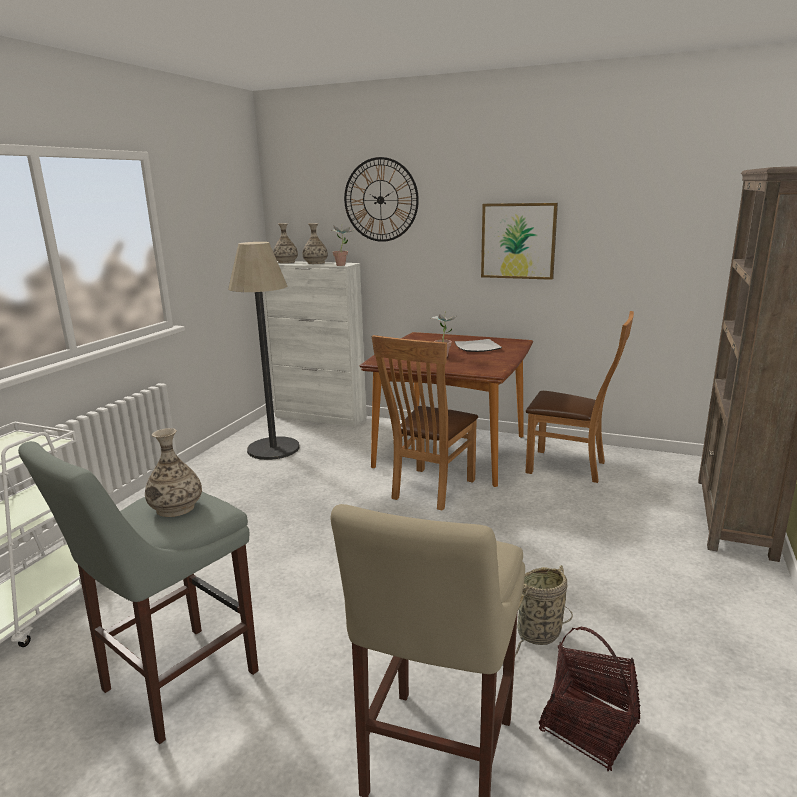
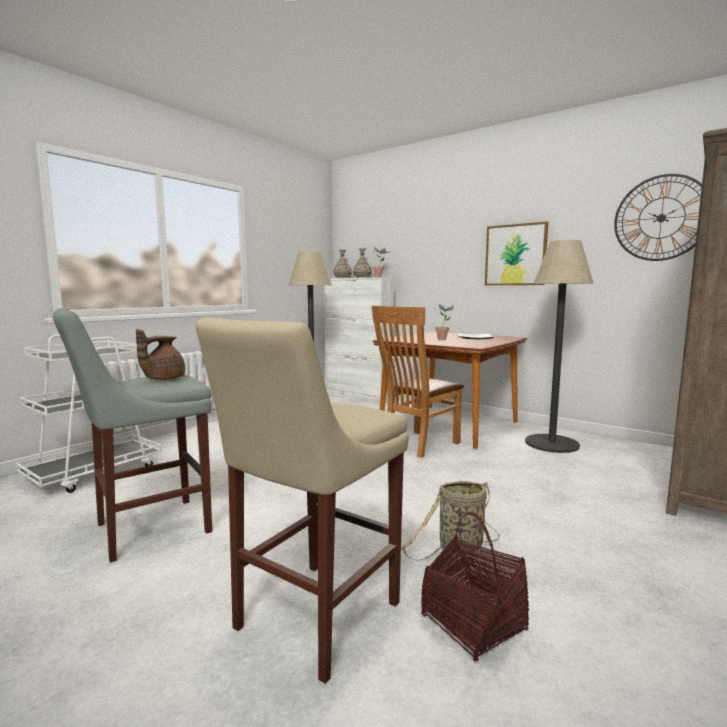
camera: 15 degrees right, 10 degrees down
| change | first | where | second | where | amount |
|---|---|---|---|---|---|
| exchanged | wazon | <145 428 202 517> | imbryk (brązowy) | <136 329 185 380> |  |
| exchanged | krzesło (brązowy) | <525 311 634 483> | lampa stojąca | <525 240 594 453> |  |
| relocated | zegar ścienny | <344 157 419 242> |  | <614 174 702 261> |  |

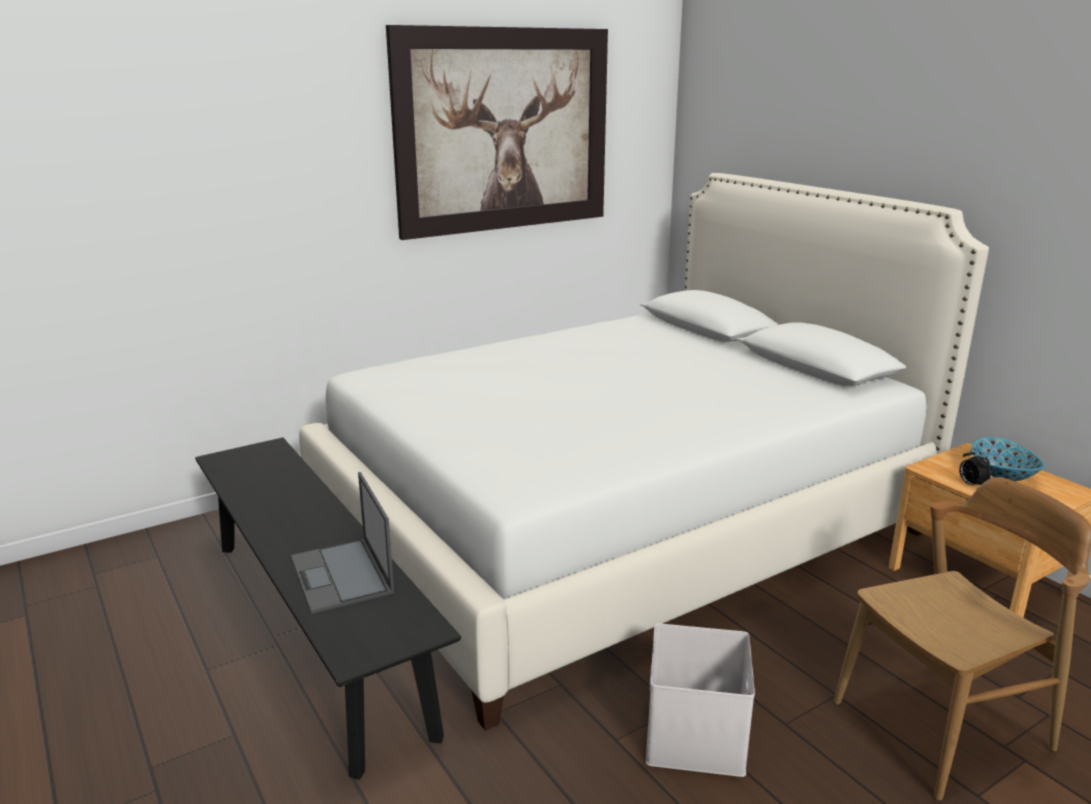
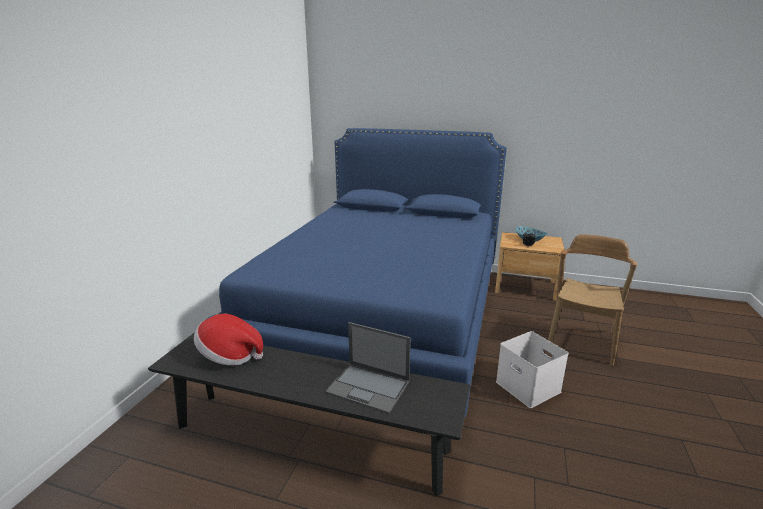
camera: 40 degrees left, 0 degrees up
| change | first | where | second | where | amount |
|---|---|---|---|---|---|
| appeared |  |  | kapelusz | <194 314 263 365> |  |
| colour | łóżko (biały) | <299 173 989 731> | łóżko (niebieski) | <207 128 507 418> |  |
| missing | obraz | <386 25 608 240> |  |  |  |

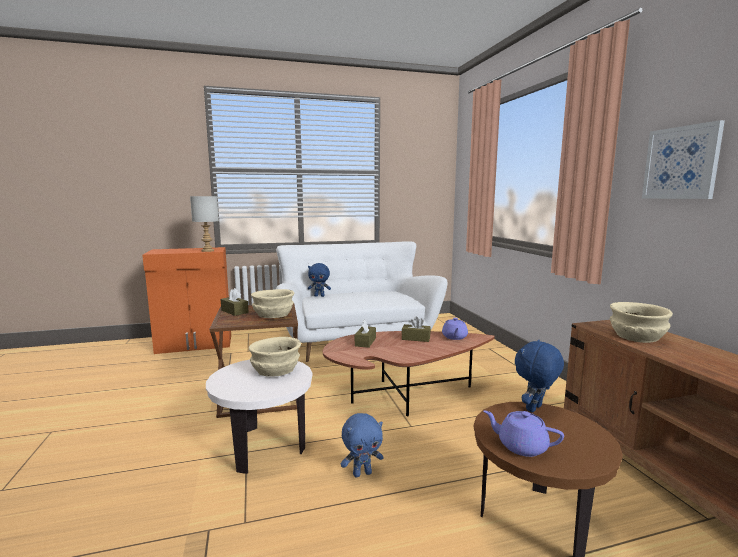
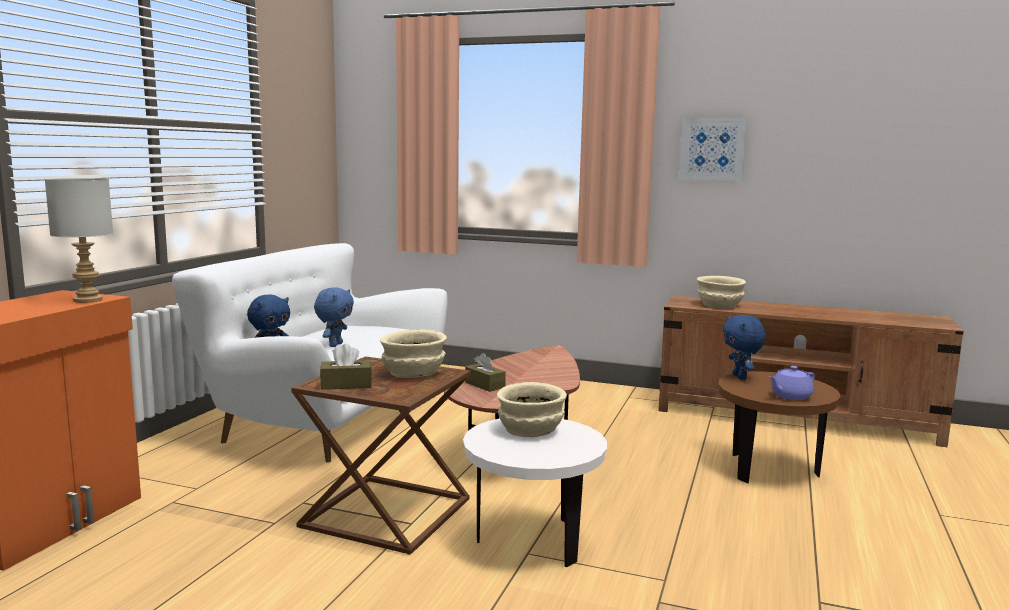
camera: 55 degrees left, 0 degrees up
| change | first | where | second | where | amount |
|---|---|---|---|---|---|
| relocated | pluszak (niebieski) | <341 413 383 477> |  | <314 287 354 347> |  |
| missing | pudełko chusteczek (brązowy) | <402 316 431 342> |  |  |  |
| missing | imbryk (fioletowy) | <442 318 468 340> |  |  |  |

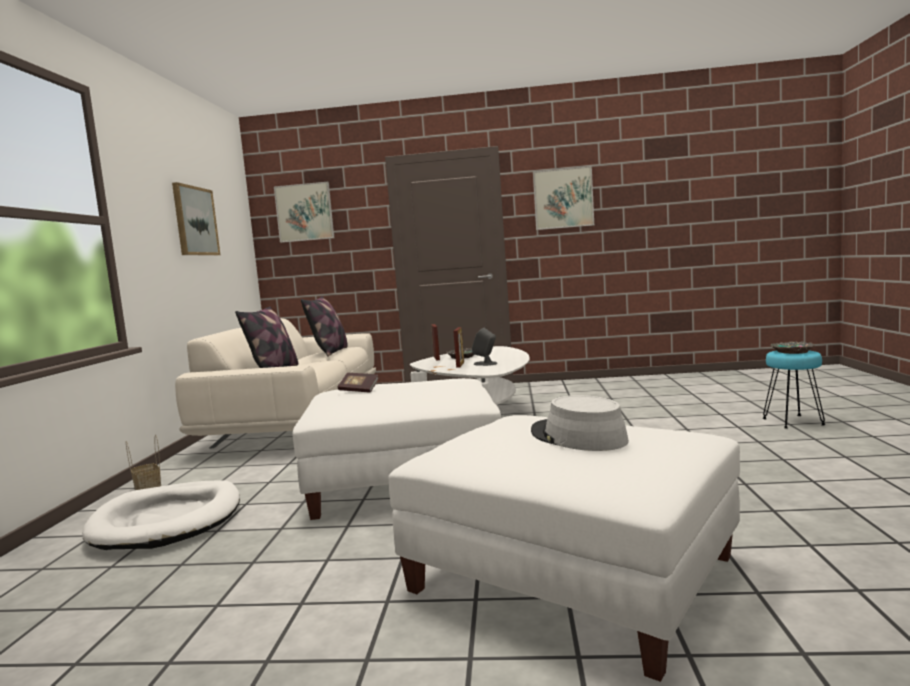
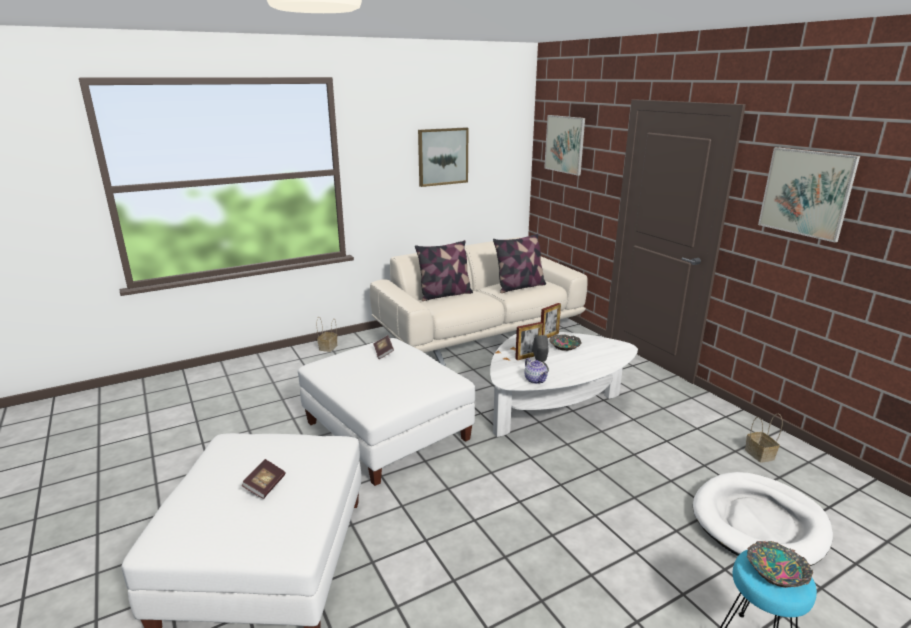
camera: 55 degrees right, 15 degrees up
| change | first | where | second | where | amount |
|---|---|---|---|---|---|
| exchanged | kapelusz (szary) | <531 395 629 451> | książka | <241 459 285 499> |  |
| appeared |  |  | imbryk | <524 358 548 384> |  |
| relocated | legowisko (biały) | <82 480 240 550> |  | <693 472 833 566> |  |
| appeared |  |  | koszyk | <745 414 782 463> |  |

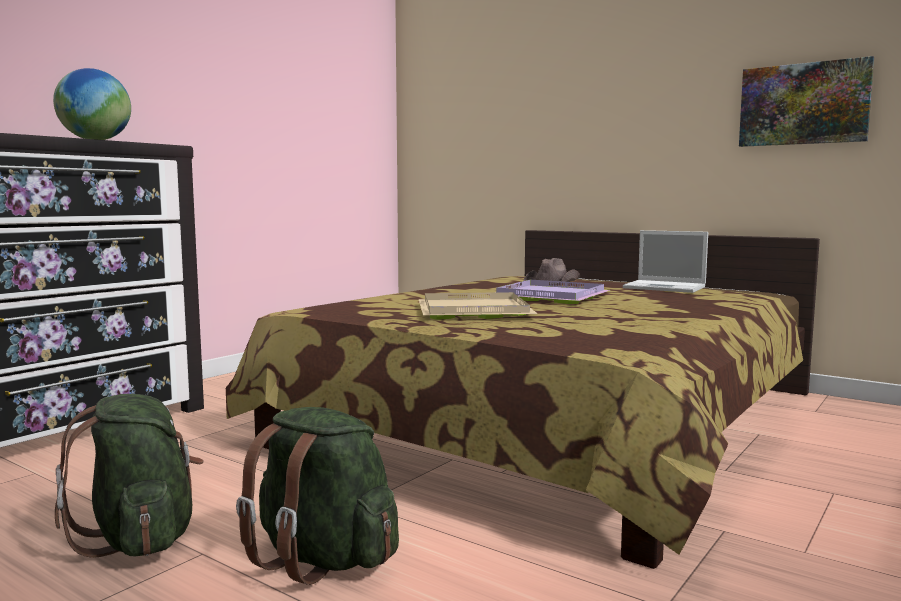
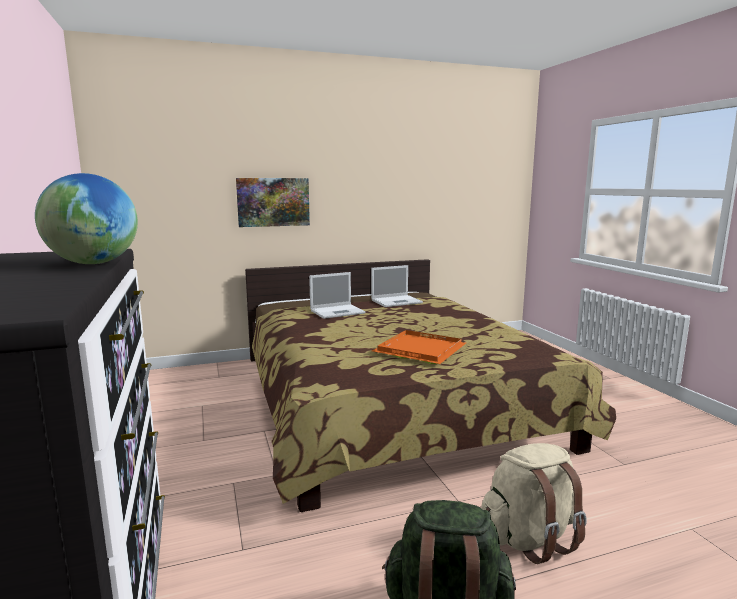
camera: 55 degrees left, 5 degrees up
| change | first | where | second | where | amount |
|---|---|---|---|---|---|
| relocated | obraz | <739 56 874 147> |  | <236 178 310 227> |  |
| exchanged | kapelusz (brązowy) | <523 258 580 285> | laptop | <309 272 366 319> |  |
| colour | taca (beżowy) | <419 292 538 320> | taca (pomarańczowy) | <372 330 466 364> |  |
| colour | plecak (zielony) | <236 407 399 585> | plecak (beżowy) | <481 443 587 564> |  |
| missing | taca (fioletowy) | <495 280 610 304> |  |  |  |

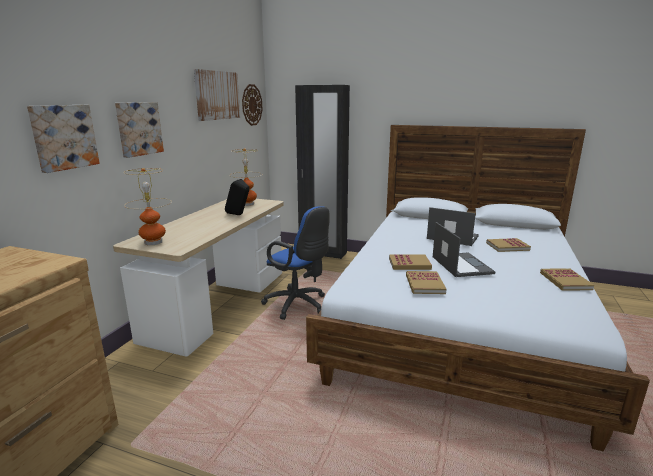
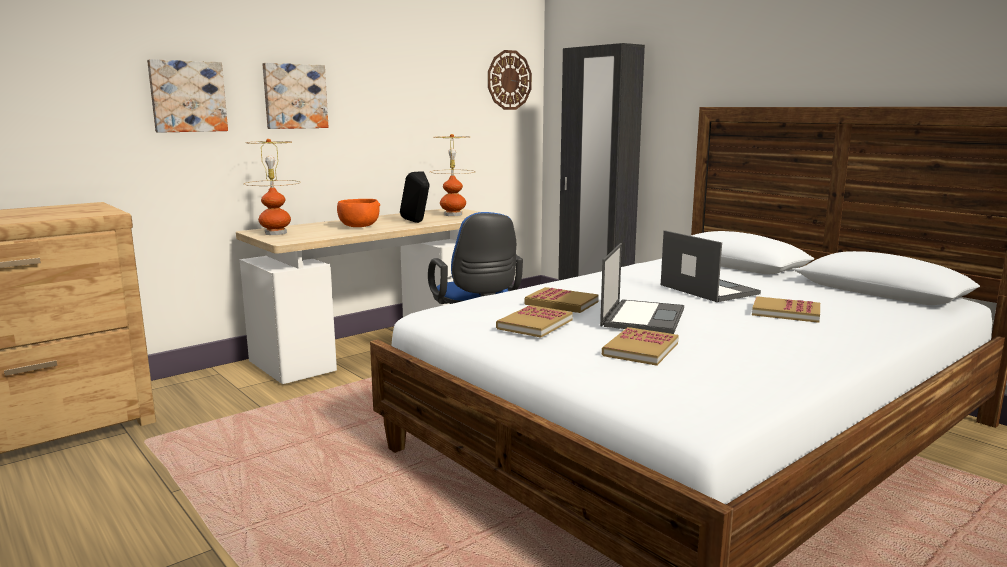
camera: 30 degrees right, 5 degrees down
| change | first | where | second | where | amount |
|---|---|---|---|---|---|
| appeared |  |  | miska (pomarańczowy) | <337 199 380 227> |  |
| relocated | książka | <540 268 594 291> |  | <602 327 679 366> |  |
| missing | obraz | <194 69 240 121> |  |  |  |

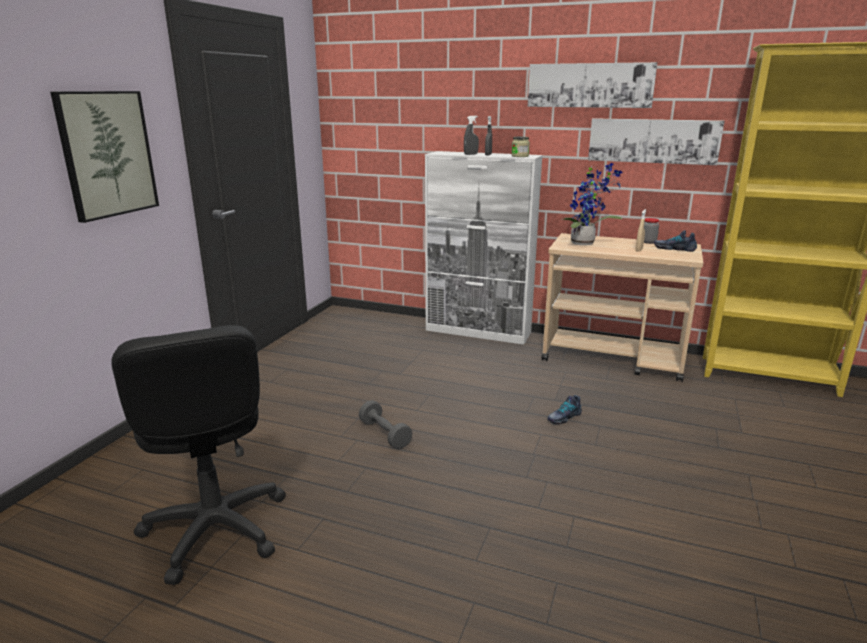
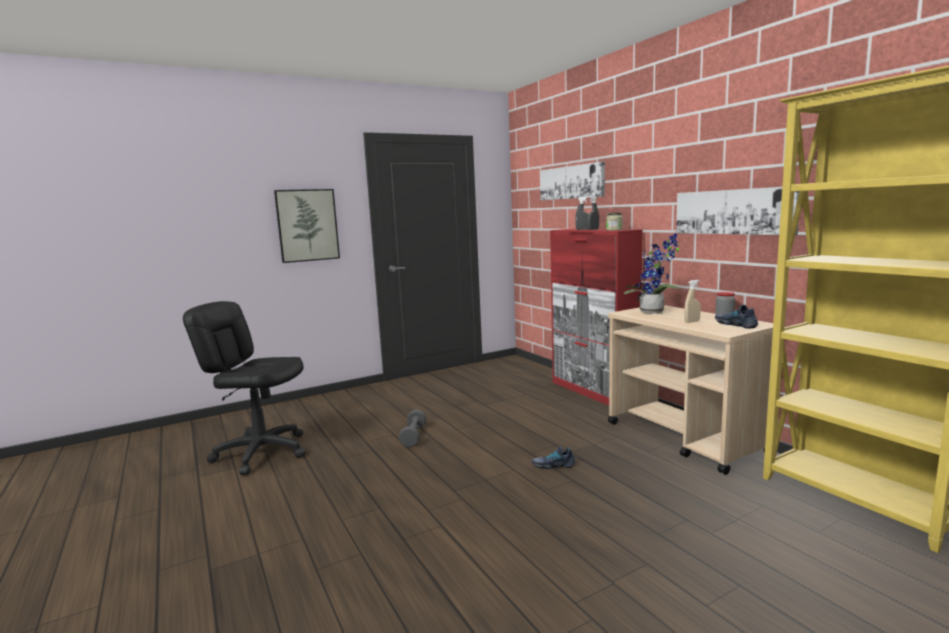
camera: 40 degrees right, 10 degrees down
| change | first | where | second | where | amount |
|---|---|---|---|---|---|
| spun | krzesło biurowe (czarny) | <111 325 286 585> |  | <183 301 306 475> | 90 degrees clockwise |
| relocated | obraz | <528 62 657 108> |  | <540 162 605 200> |  |
| colour | szafka (biały) | <425 151 542 345> | szafka (czerwony) | <550 229 643 406> |  |

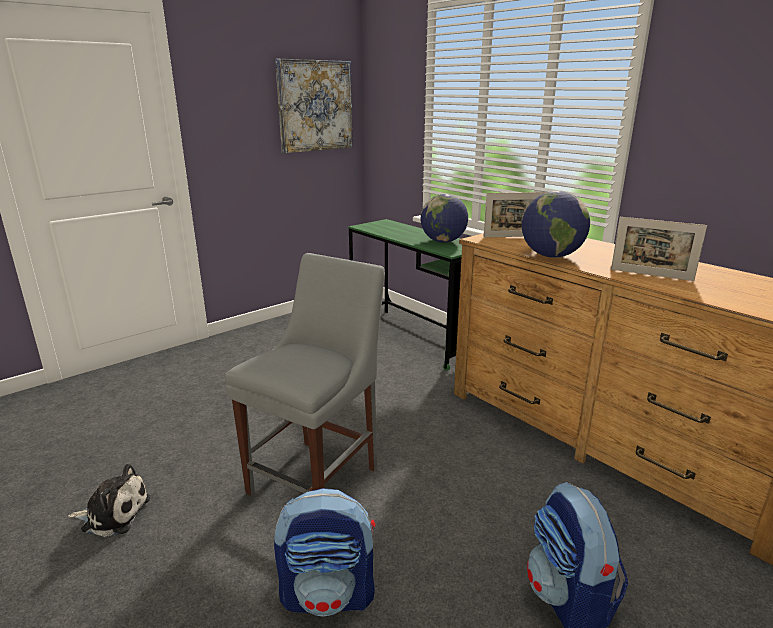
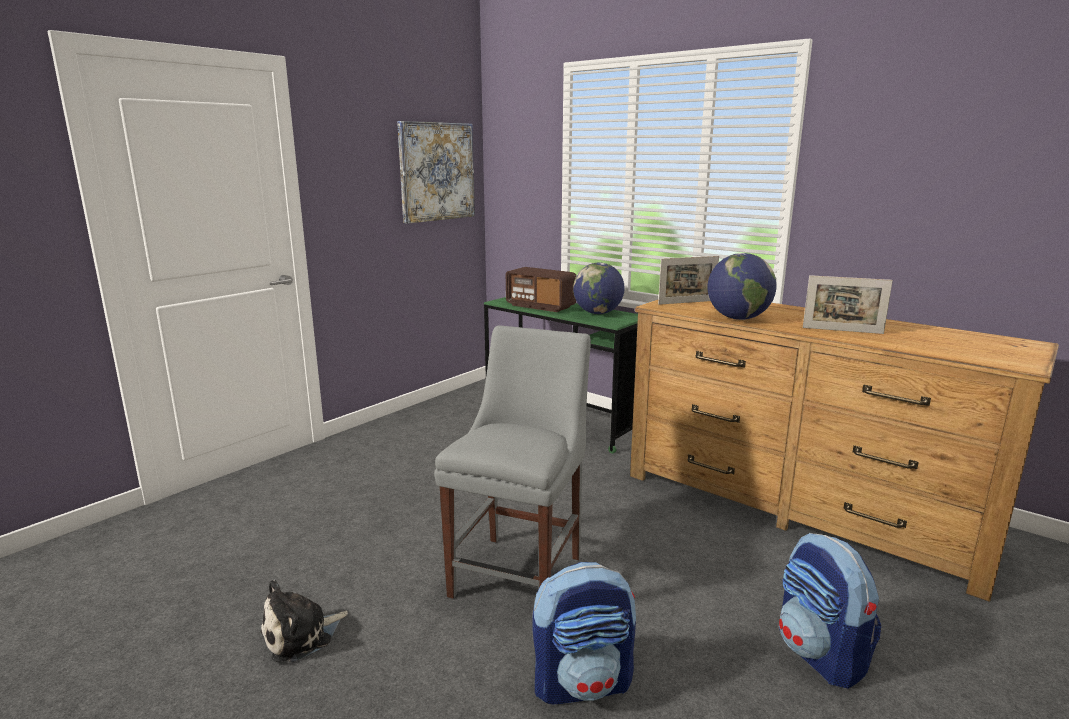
camera: 10 degrees left, 5 degrees down
| change | first | where | second | where | amount |
|---|---|---|---|---|---|
| spun | pluszak | <68 464 150 537> |  | <260 579 348 662> | 150 degrees clockwise |
| appeared |  |  | radio | <506 267 576 312> |  |

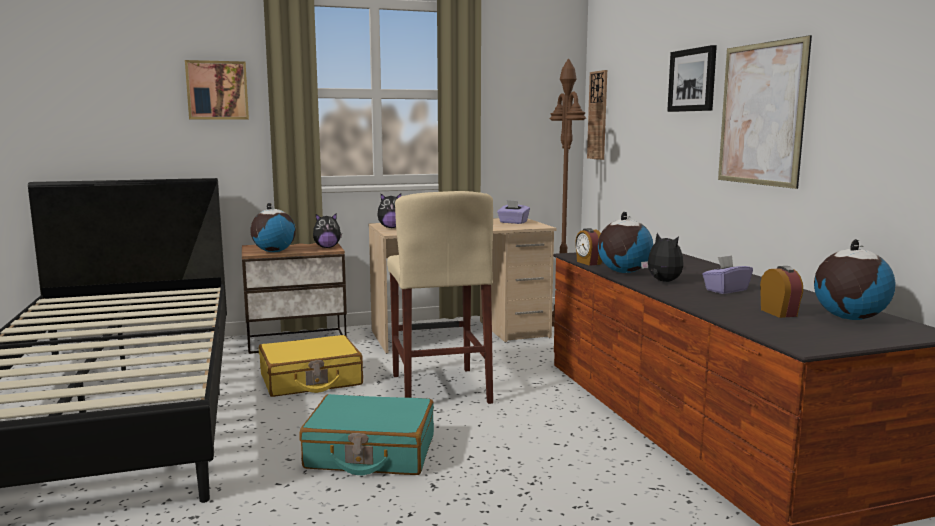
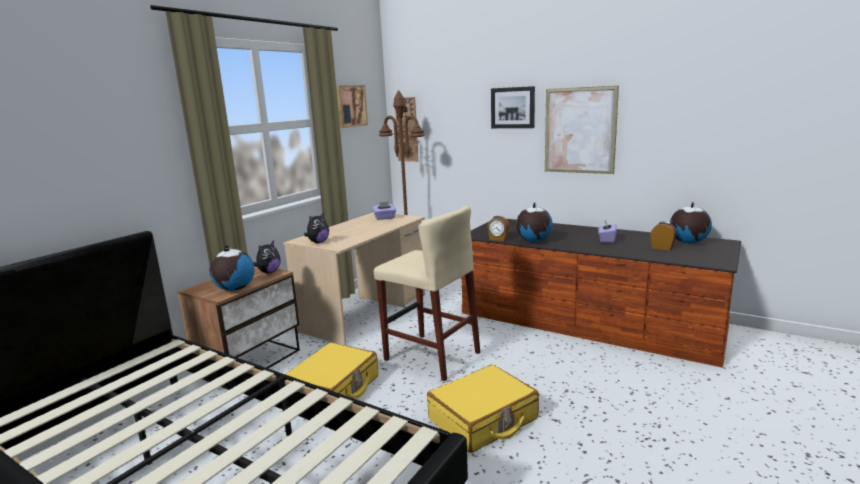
camera: 40 degrees left, 5 degrees up
| change | first | where | second | where | amount |
|---|---|---|---|---|---|
| relocated | obraz | <185 60 249 120> |  | <336 85 368 128> |  |
| colour | walizka (turkusowy) | <299 394 434 475> | walizka (żółty) | <427 365 539 453> |  |
| missing | pluszak | <641 233 684 282> |  |  |  |

